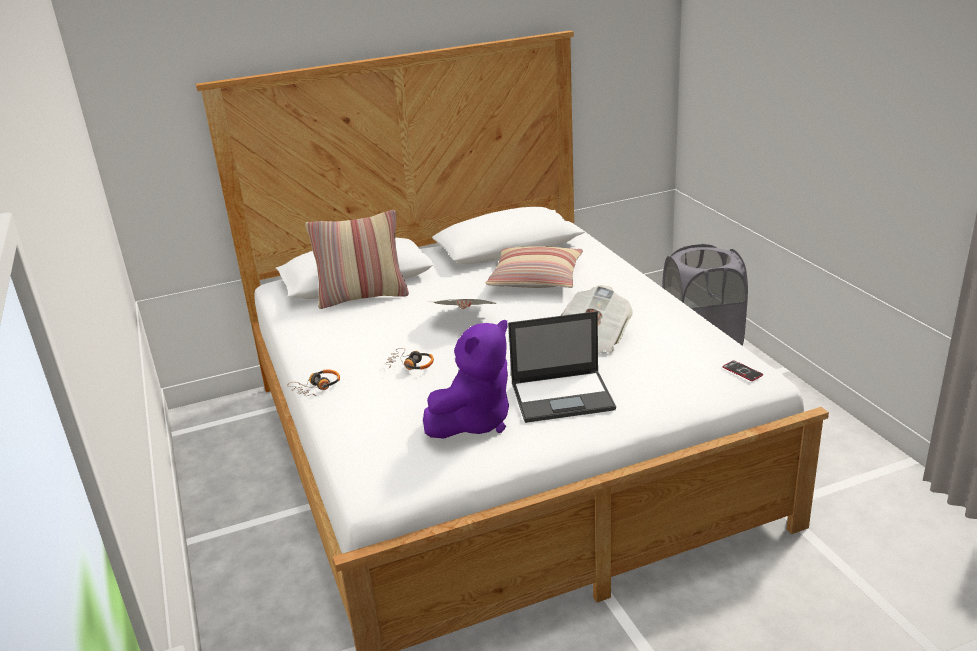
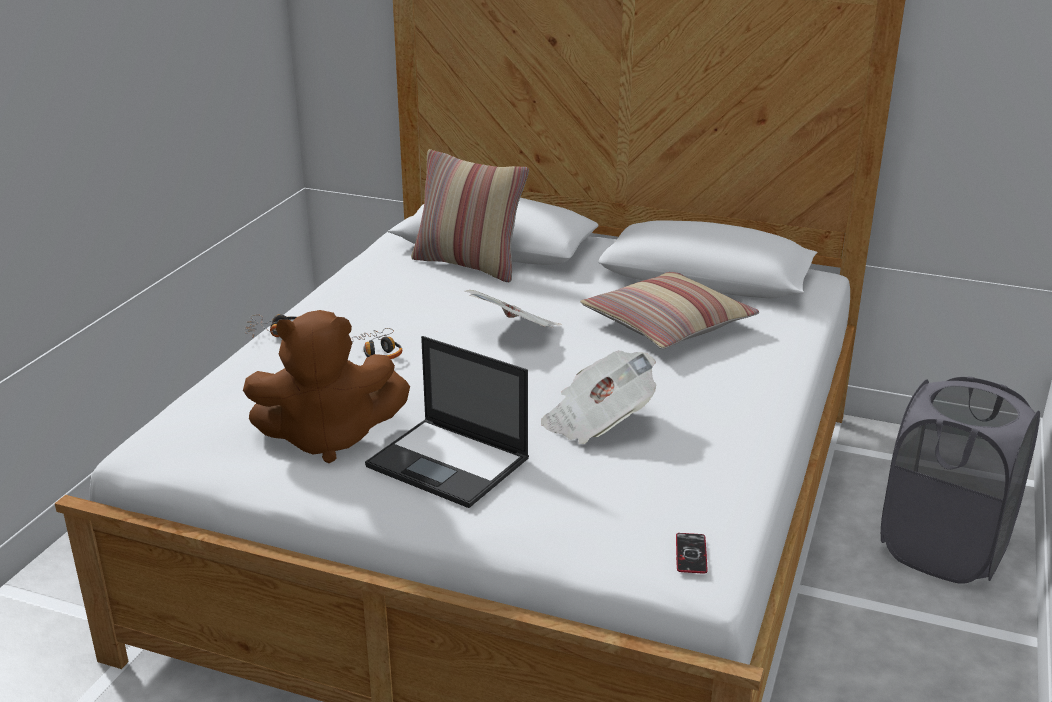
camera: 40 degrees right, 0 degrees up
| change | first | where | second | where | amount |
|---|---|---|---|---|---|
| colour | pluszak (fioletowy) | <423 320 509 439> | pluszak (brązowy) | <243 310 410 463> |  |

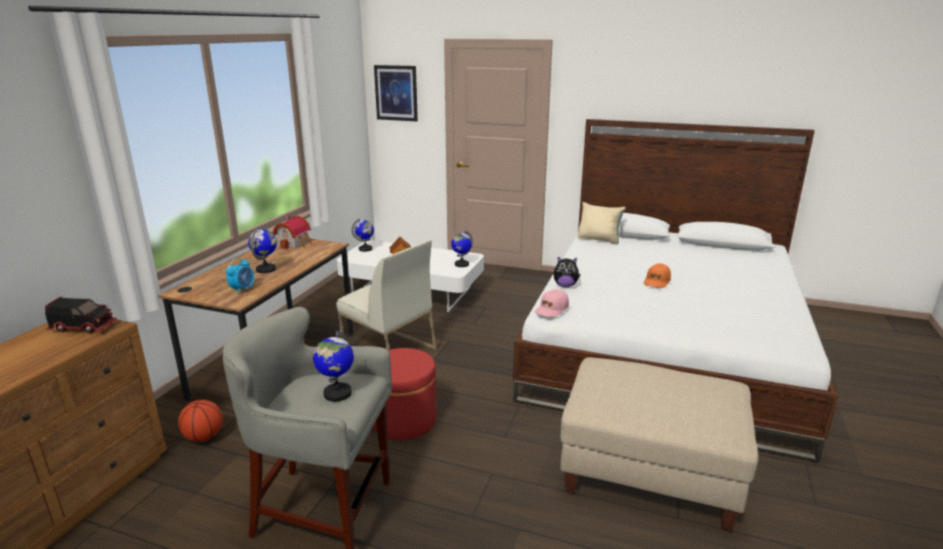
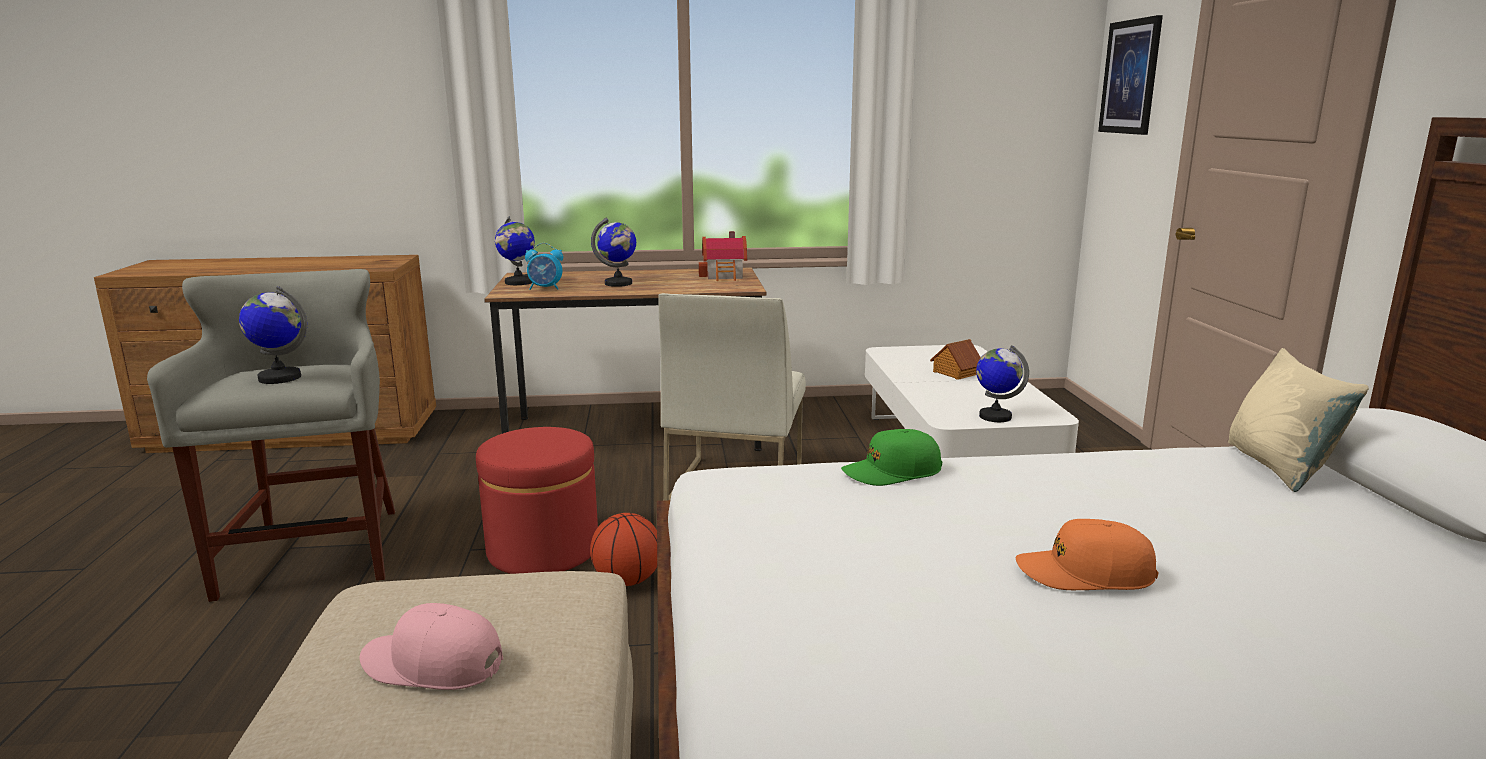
camera: 65 degrees right, 5 degrees down
| change | first | where | second | where | amount |
|---|---|---|---|---|---|
| relocated | czapka z daszkiem (różowy) | <535 289 569 317> |  | <359 603 503 690> |  |
| relocated | globus | <351 218 374 252> |  | <495 216 535 285> |  |
| relocated | piłka do koszykówki | <178 400 223 442> |  | <590 513 657 586> |  |
| exchanged | pluszak | <553 257 581 287> | czapka z daszkiem (zielony) | <841 429 942 486> |  |
| missing | ciężarówka zabawkowa | <45 297 118 333> |  |  |  |

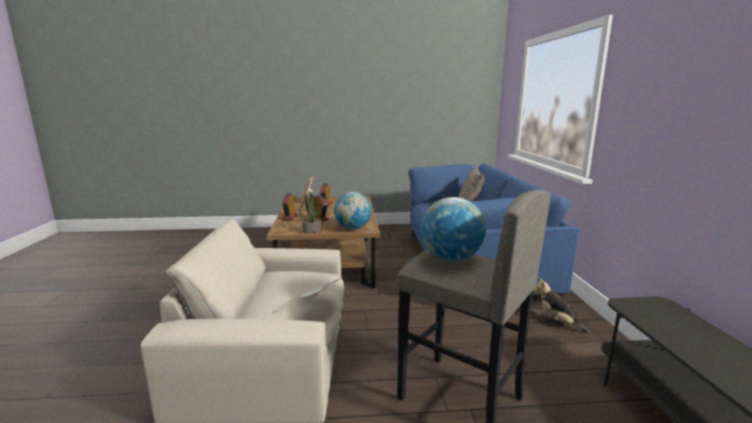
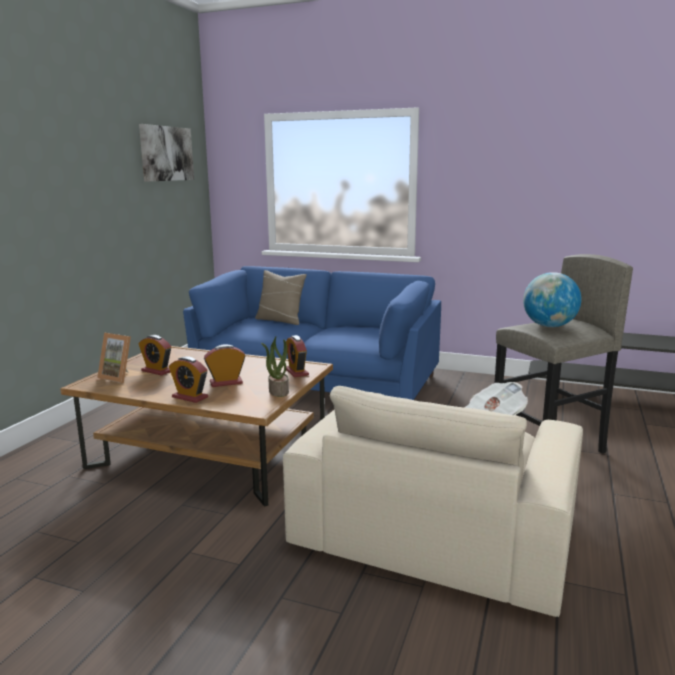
camera: 65 degrees left, 0 degrees up
| change | first | where | second | where | amount |
|---|---|---|---|---|---|
| appeared |  |  | obraz | <139 124 194 182> |  |
| exchanged | globus | <334 192 372 229> | budzik | <286 335 309 377> |  |
| missing | pluszak | <533 278 590 333> |  |  |  |

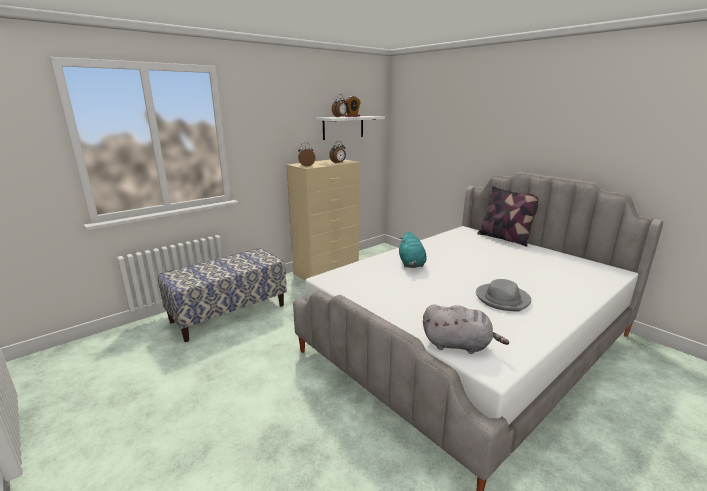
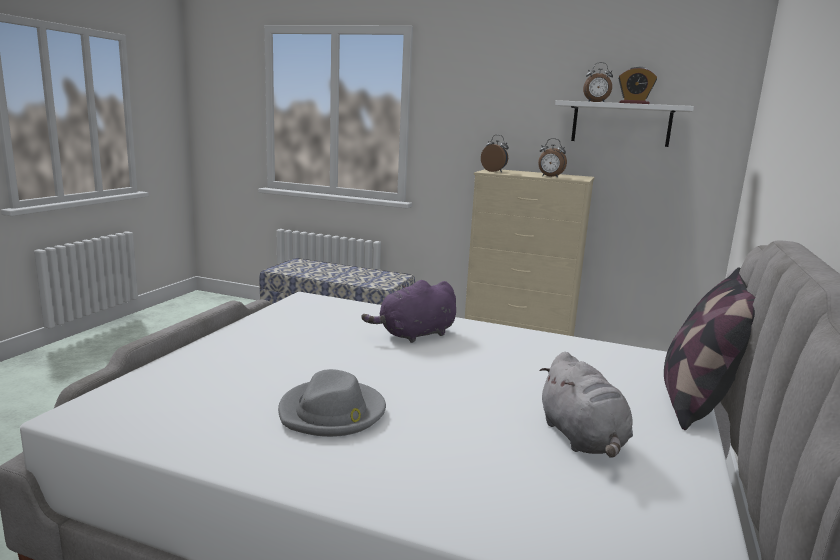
camera: 60 degrees right, 5 degrees down
| change | first | where | second | where | amount |
|---|---|---|---|---|---|
| colour | pluszak (turkusowy) | <399 231 426 268> | pluszak (fioletowy) | <361 280 456 343> |  |
| relocated | pluszak (szary) | <423 304 509 354> |  | <539 352 633 458> |  |

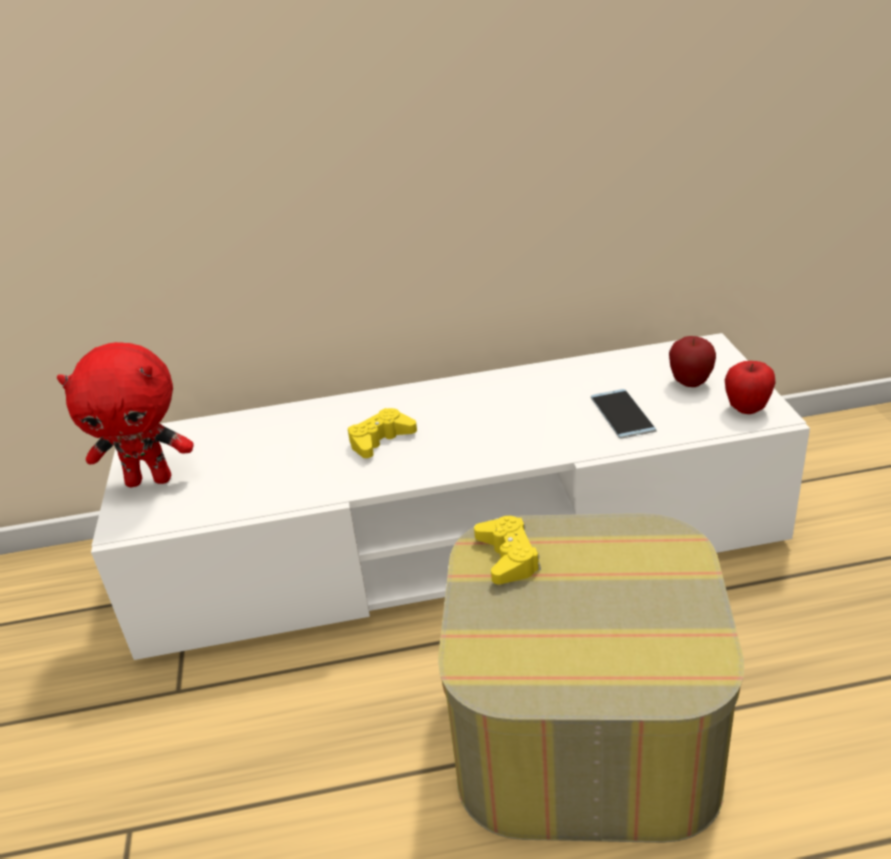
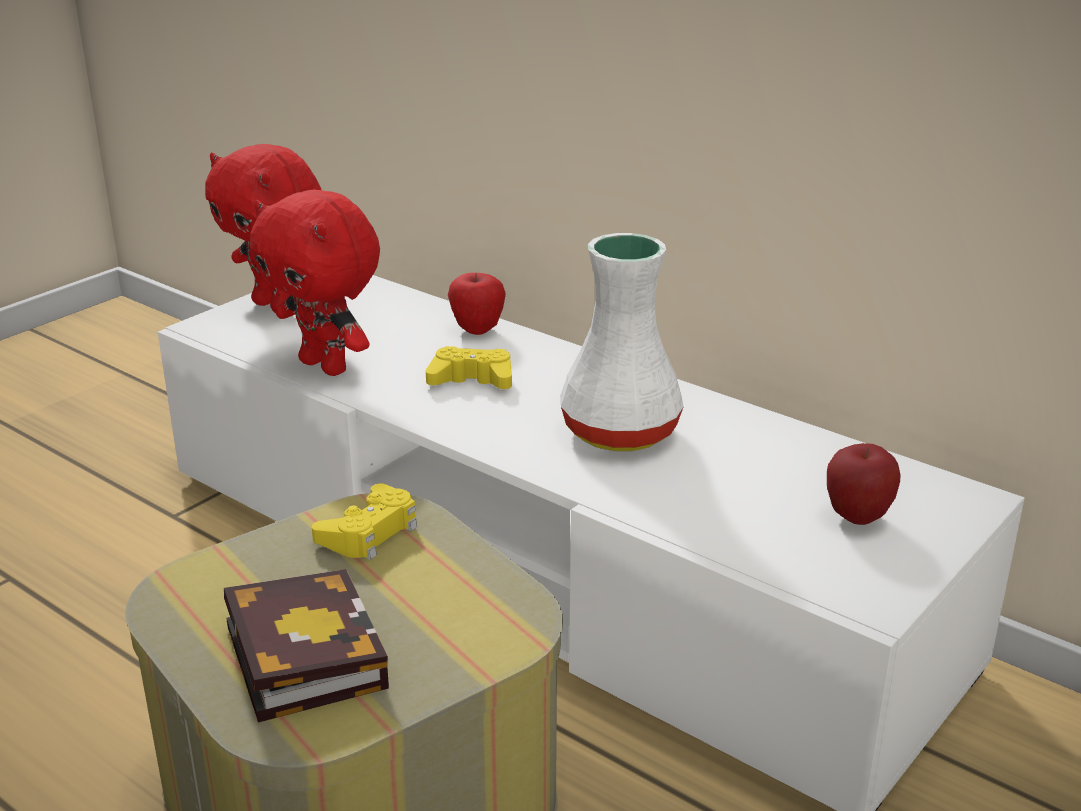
camera: 45 degrees right, 5 degrees down
| change | first | where | second | where | amount |
|---|---|---|---|---|---|
| appeared |  |  | książka | <224 569 389 723> |  |
| appeared |  |  | pluszak (czerwony) | <250 189 380 376> |  |
| relocated | jabłko | <725 361 776 414> |  | <448 273 506 335> |  |
| appeared |  |  | wazon (biały) | <561 233 684 451> |  |
| missing | telefon | <591 389 657 438> |  |  |  |

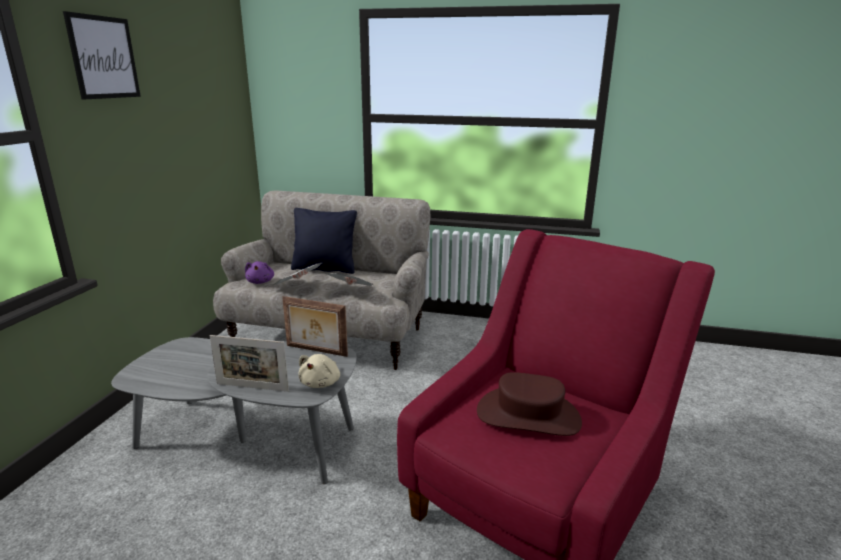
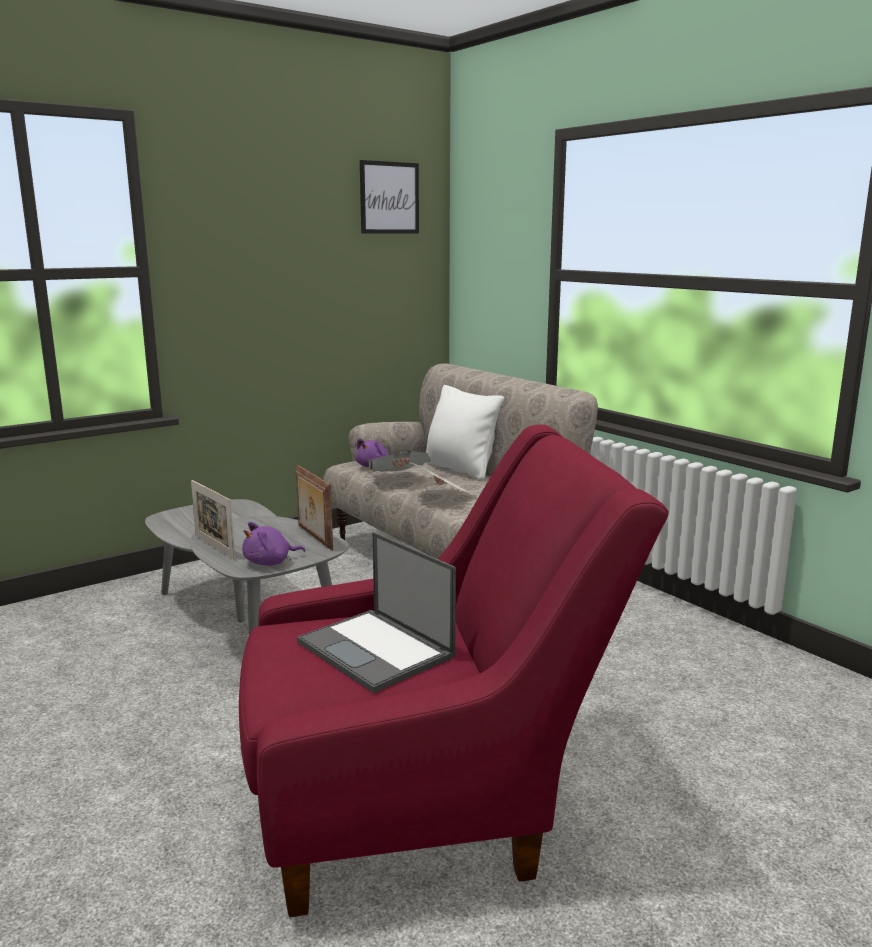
camera: 40 degrees right, 5 degrees down
| change | first | where | second | where | amount |
|---|---|---|---|---|---|
| colour | pluszak (beżowy) | <298 354 340 388> | pluszak (fioletowy) | <242 522 305 566> |  |
| exchanged | kapelusz (brązowy) | <477 372 582 436> | laptop | <297 532 456 693> |  |
| relocated | obraz | <63 11 141 99> |  | <360 160 419 234> |  |
| colour | poduszka (czarny) | <291 208 357 274> | poduszka (biały) | <426 385 504 480> |  |

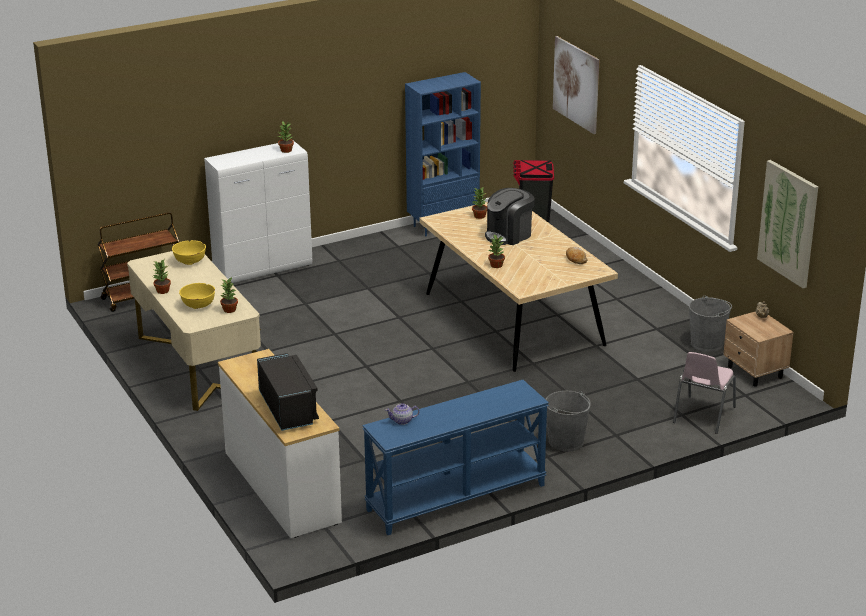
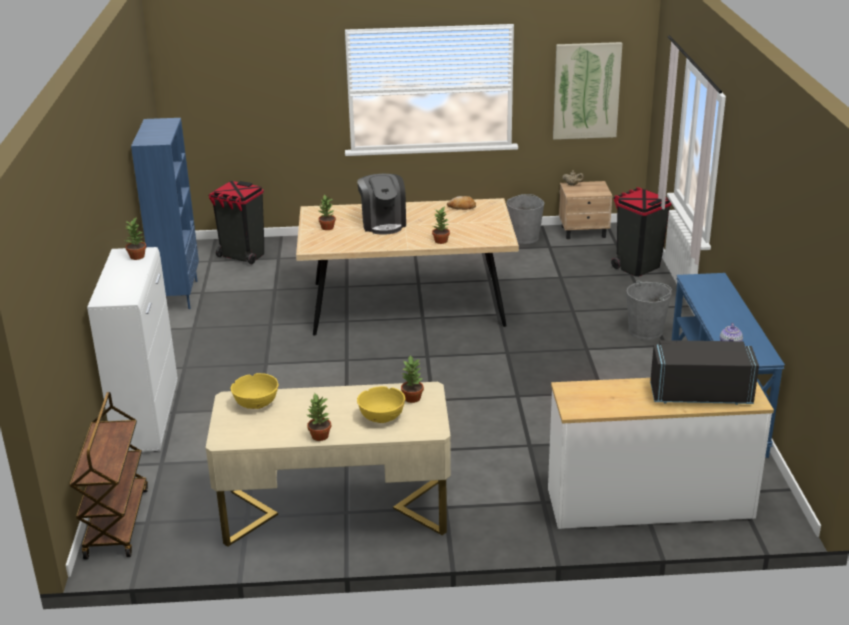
camera: 65 degrees left, 0 degrees up
| change | first | where | second | where | amount |
|---|---|---|---|---|---|
| exchanged | krzesło (różowy) | <673 352 736 434> | kosz na śmieci (czarny) | <611 187 672 277> |  |
| missing | obraz | <553 36 600 134> |  |  |  |

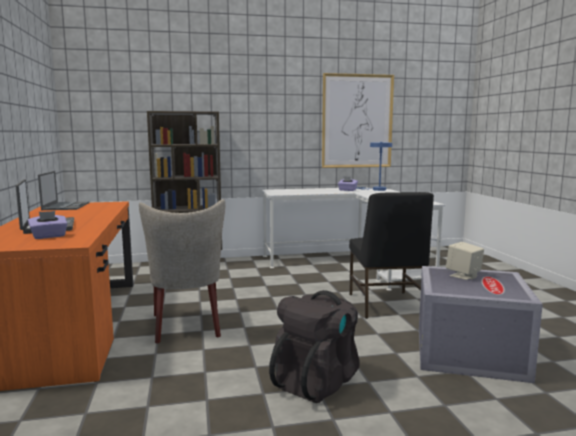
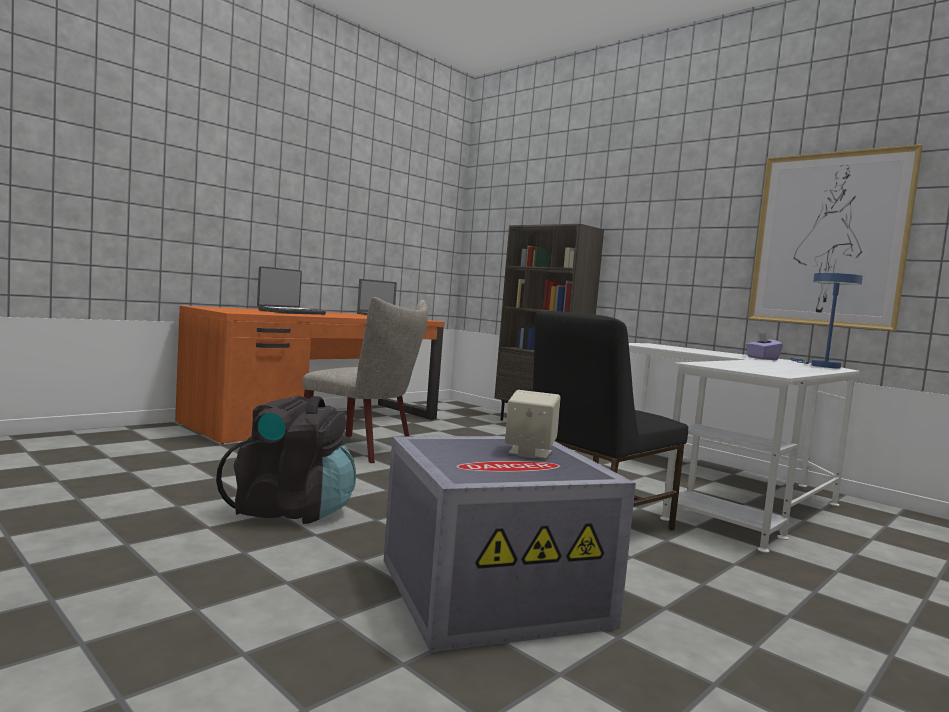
camera: 55 degrees right, 5 degrees down
| change | first | where | second | where | amount |
|---|---|---|---|---|---|
| spun | krzesło (beżowy) | <139 199 226 344> |  | <303 297 428 463> | 105 degrees counterclockwise |
| missing | pudełko chusteczek (fioletowy) | <28 211 67 239> |  |  |  |

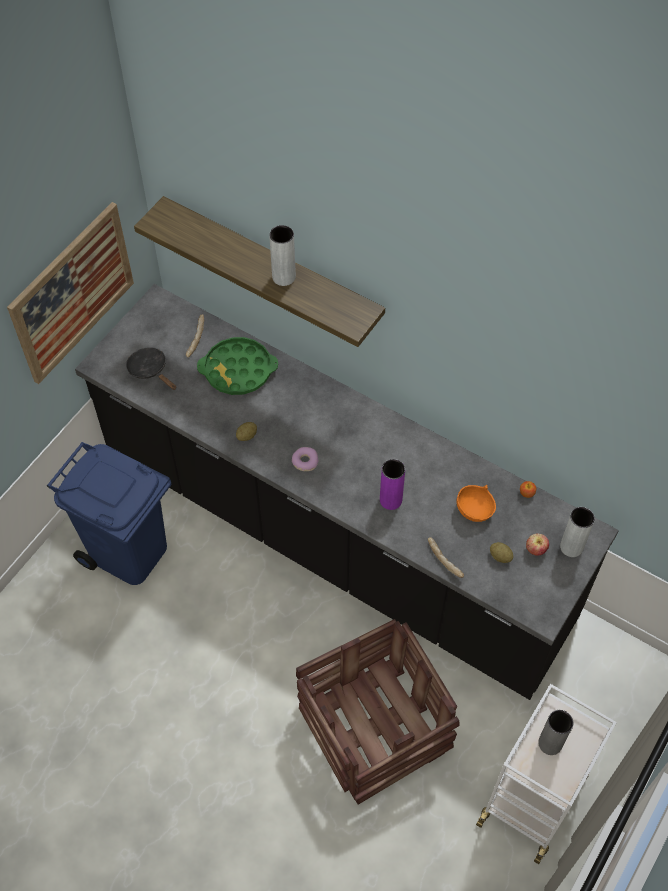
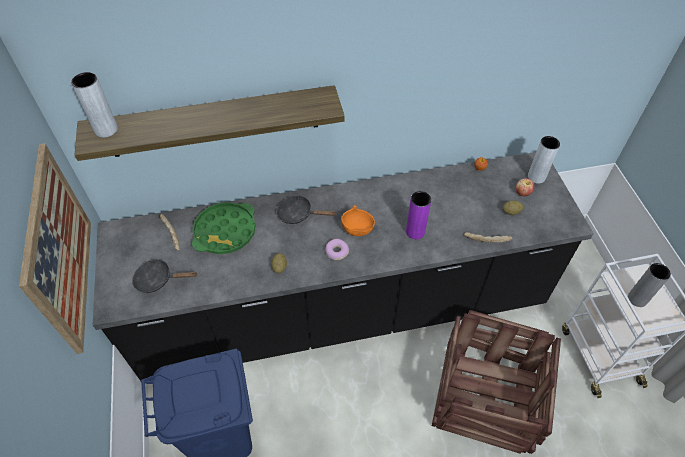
camera: 45 degrees left, 5 degrees down
| change | first | where | second | where | amount |
|---|---|---|---|---|---|
| relocated | wazon (szary) | <269 225 296 286> |  | <71 72 118 137> |  |
| appeared |  |  | patelnia (czarny) | <276 195 336 224> |  |
| relocated | miska (pomarańczowy) | <456 485 496 522> |  | <341 205 375 236> |  |

